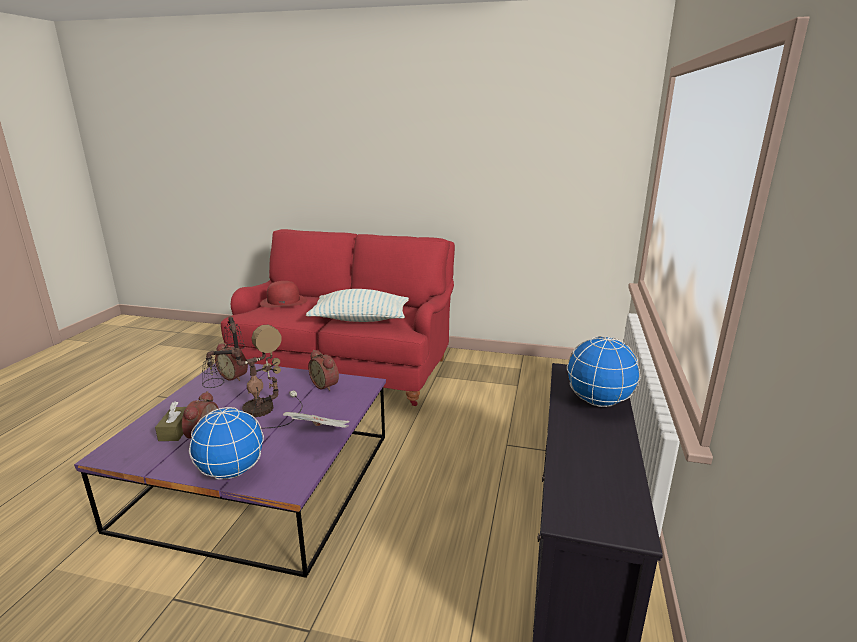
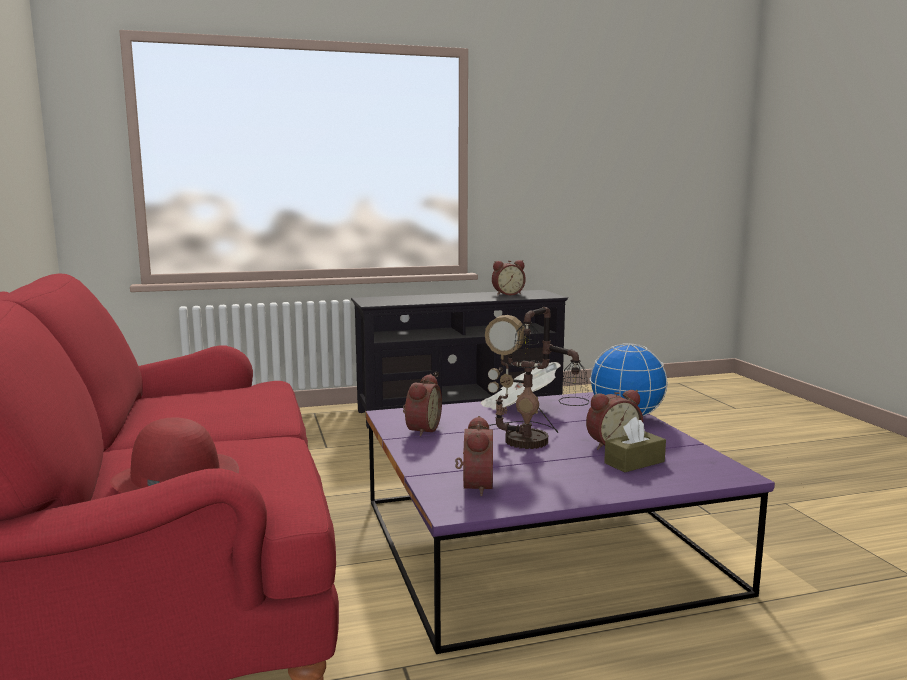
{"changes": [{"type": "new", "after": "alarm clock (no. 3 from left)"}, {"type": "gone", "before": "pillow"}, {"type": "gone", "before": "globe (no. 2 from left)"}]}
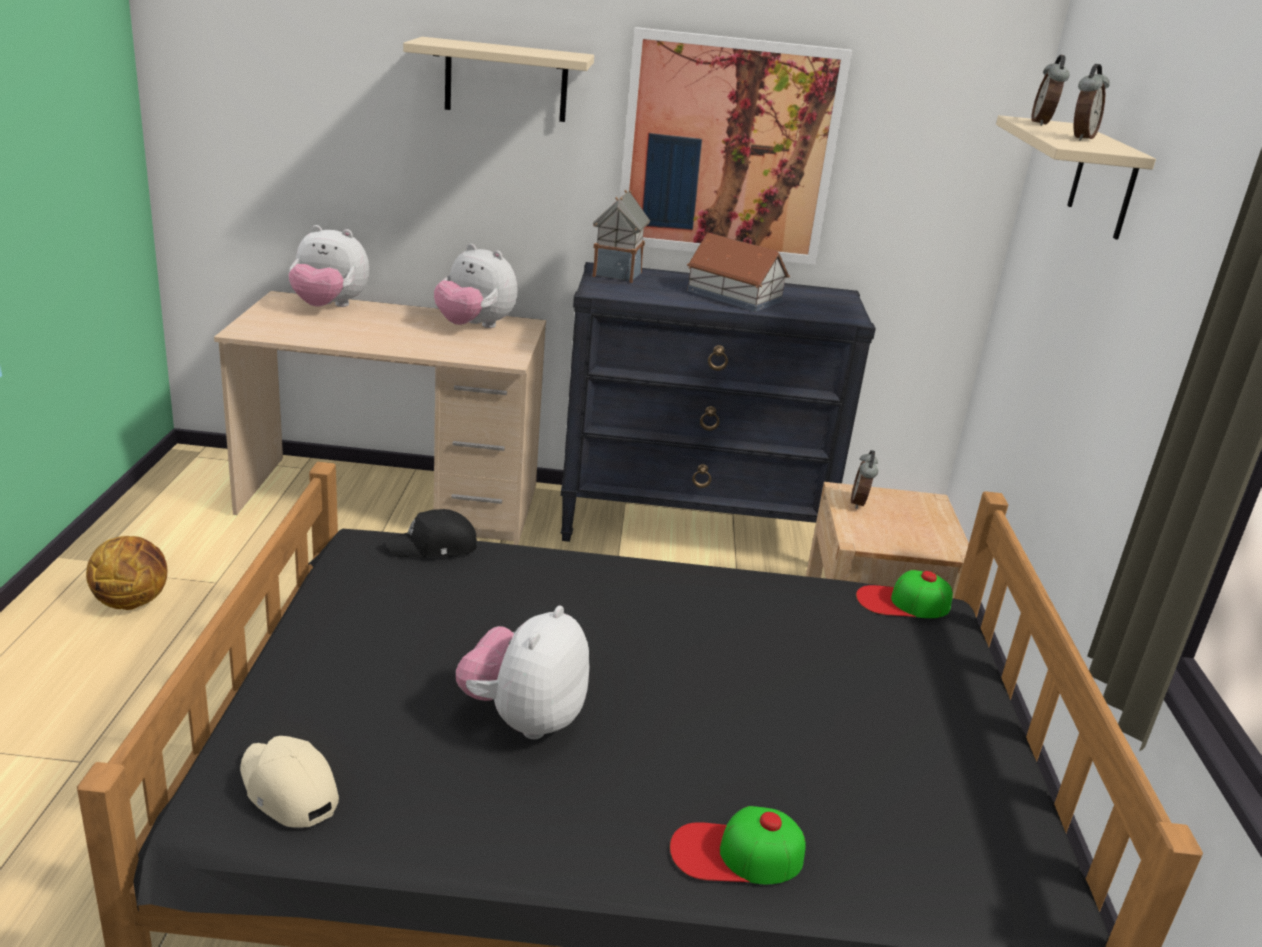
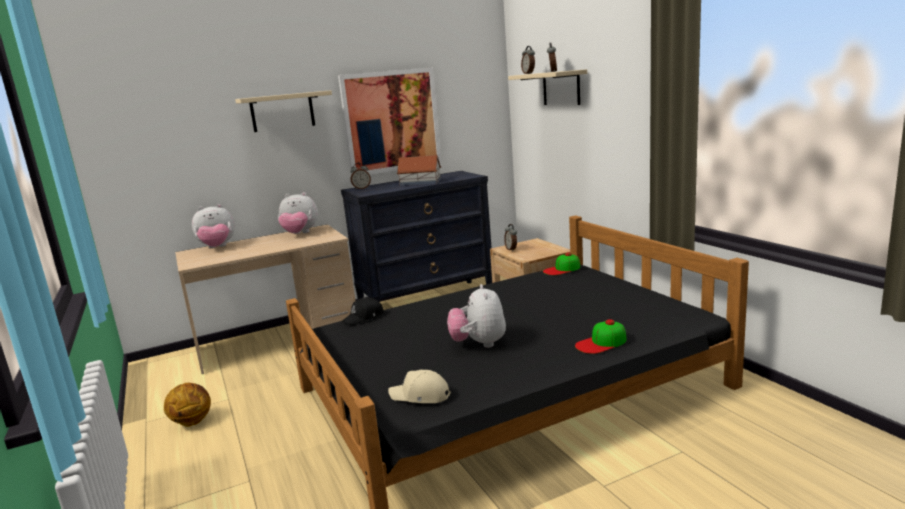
{"changes": [{"type": "swapped", "before": "toy house (no. 1 from left)", "after": "alarm clock (no. 1 from left)"}]}
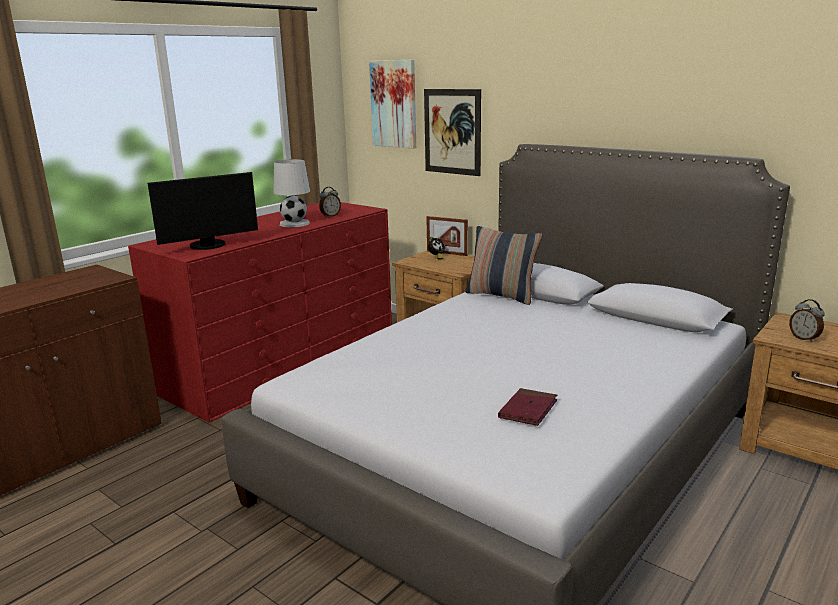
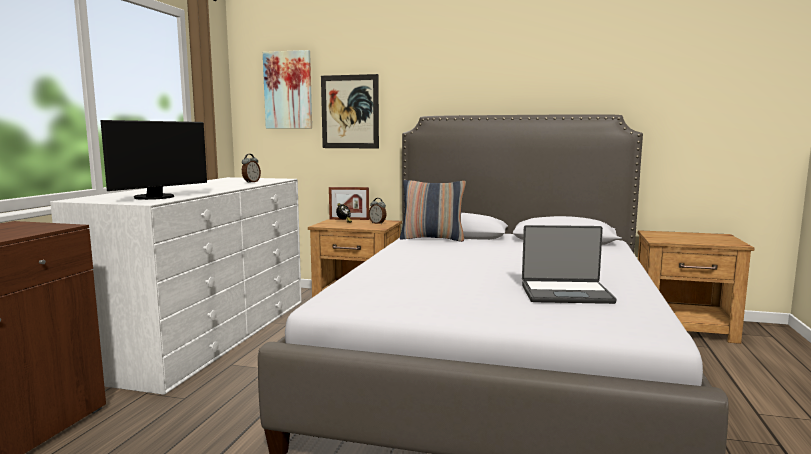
{"changes": [{"type": "repainted", "before": "dresser in red", "after": "dresser in white"}, {"type": "shifted", "before": "alarm clock (no. 3 from left)"}, {"type": "swapped", "before": "book in red", "after": "laptop"}, {"type": "gone", "before": "table lamp in white"}]}
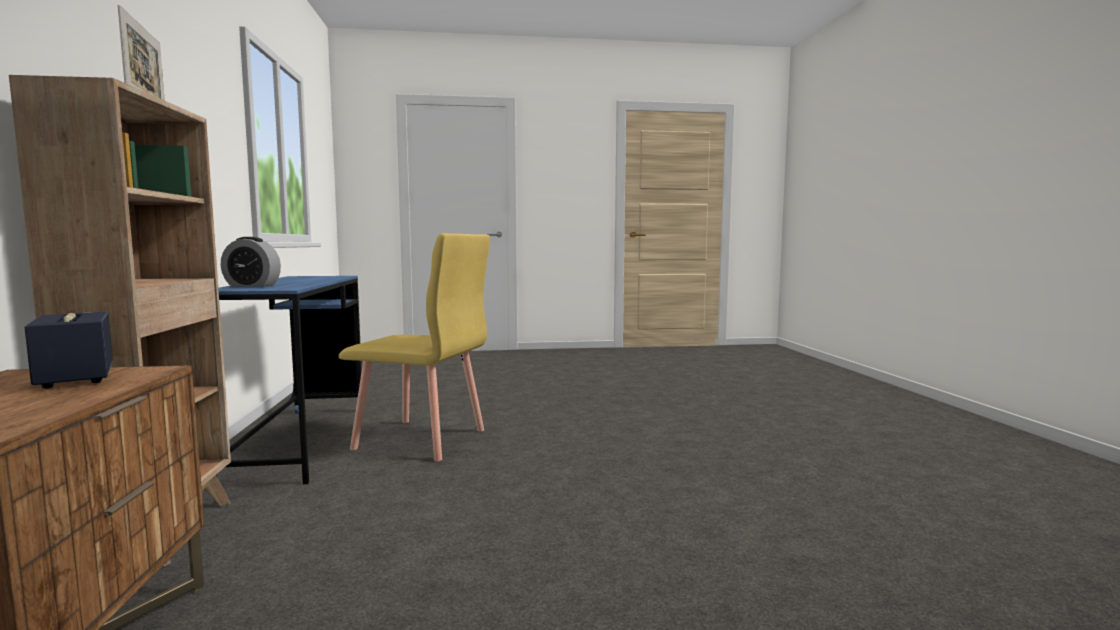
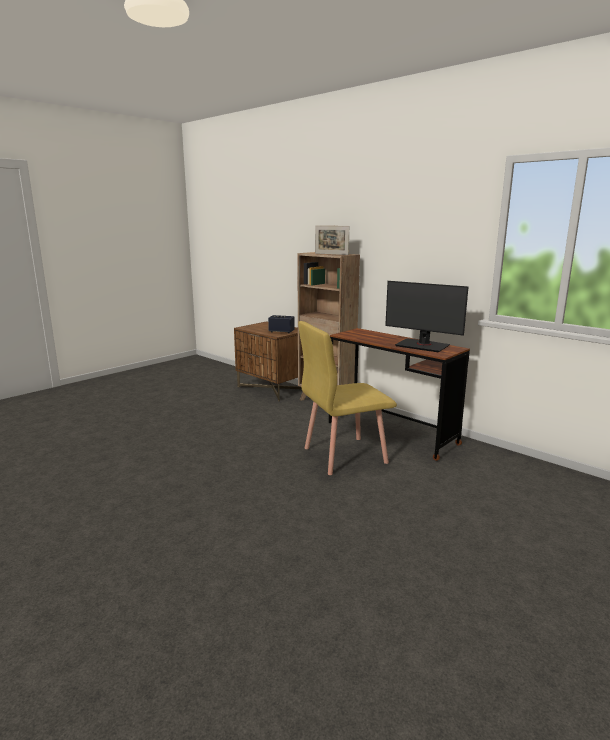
{"changes": [{"type": "repainted", "before": "desk in blue", "after": "desk in brown"}, {"type": "new", "after": "monitor"}, {"type": "gone", "before": "alarm clock"}]}
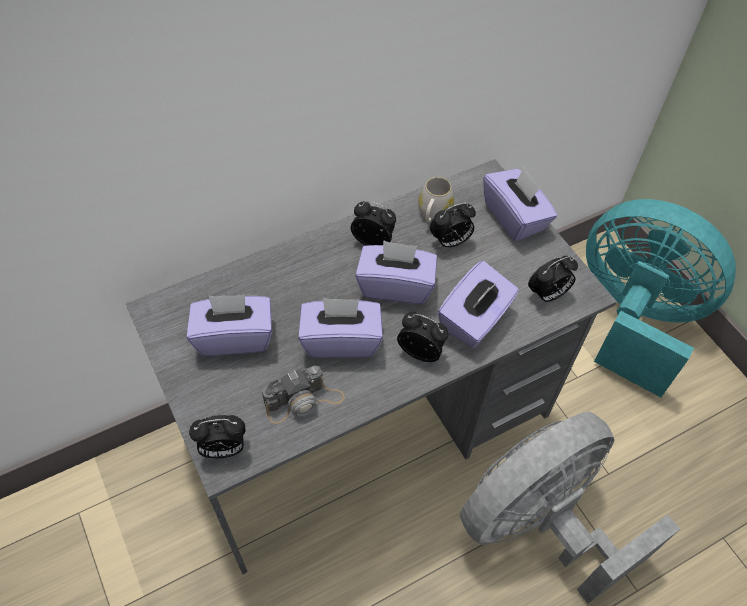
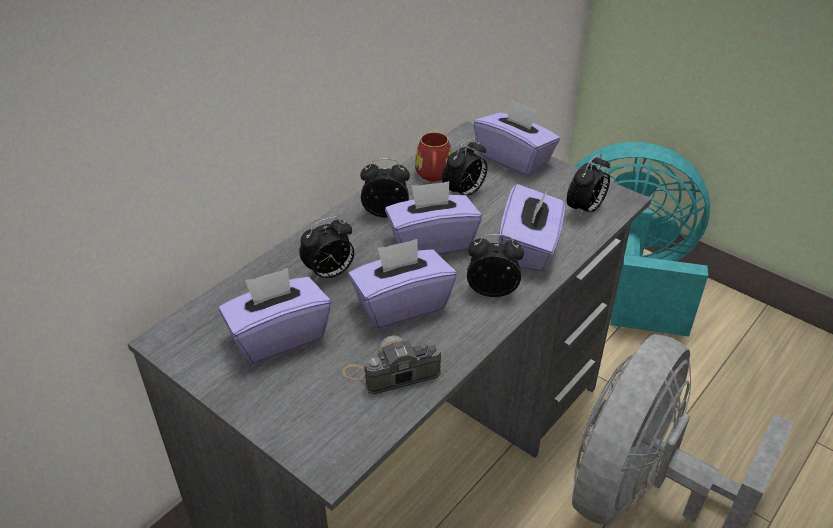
{"changes": [{"type": "shifted", "before": "alarm clock (no. 1 from left)"}, {"type": "rotated", "before": "photo camera", "turn": -150}, {"type": "repainted", "before": "mug in white", "after": "mug in red"}]}
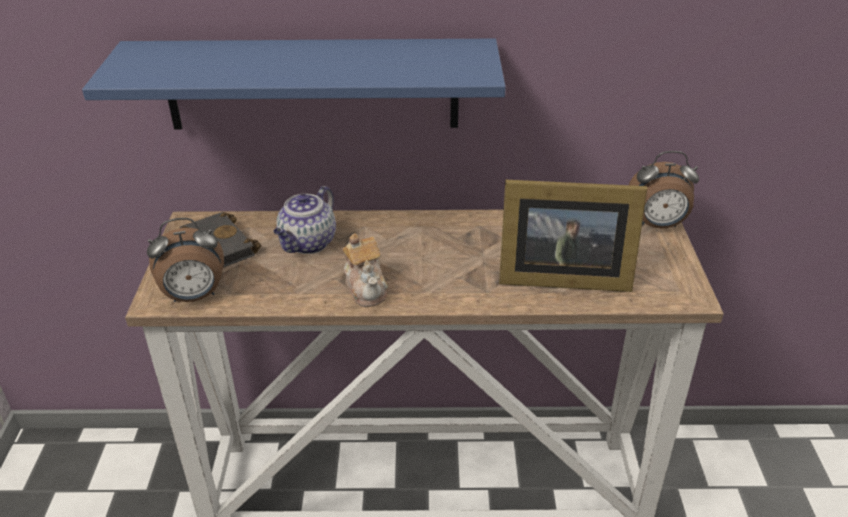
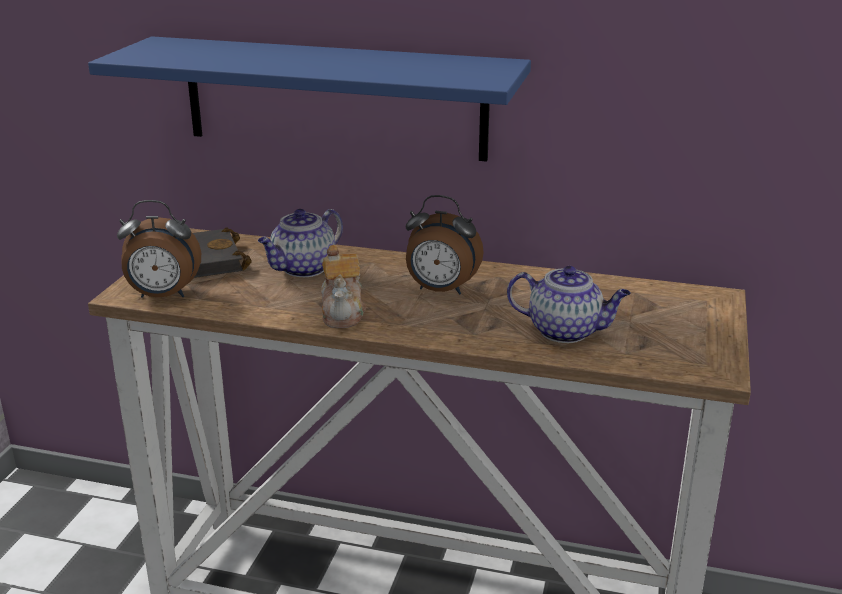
{"changes": [{"type": "shifted", "before": "alarm clock (no. 2 from left)"}, {"type": "swapped", "before": "picture frame", "after": "teapot (no. 3 from left)"}]}
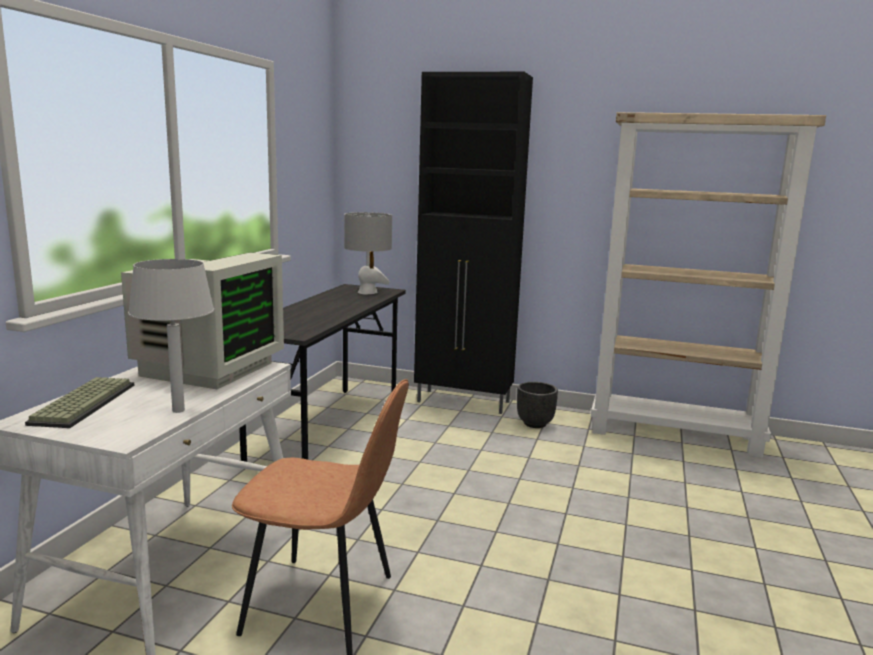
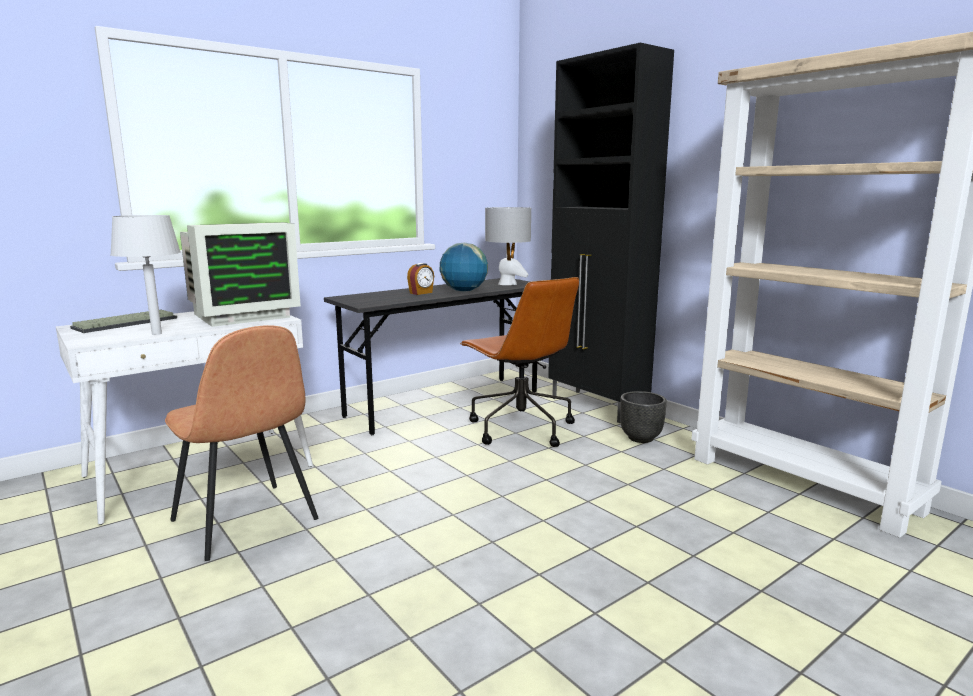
{"changes": [{"type": "new", "after": "alarm clock"}, {"type": "new", "after": "globe"}, {"type": "new", "after": "office chair in brown"}]}
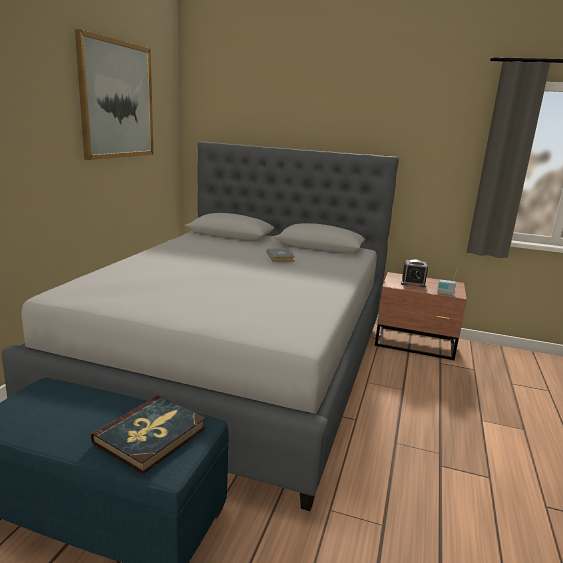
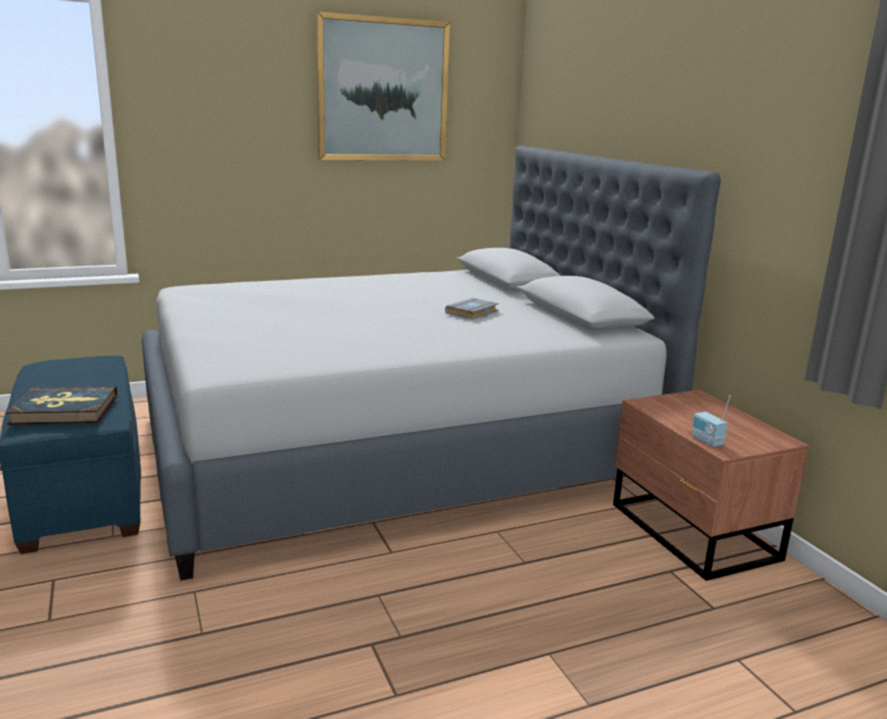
{"changes": [{"type": "gone", "before": "alarm clock"}]}
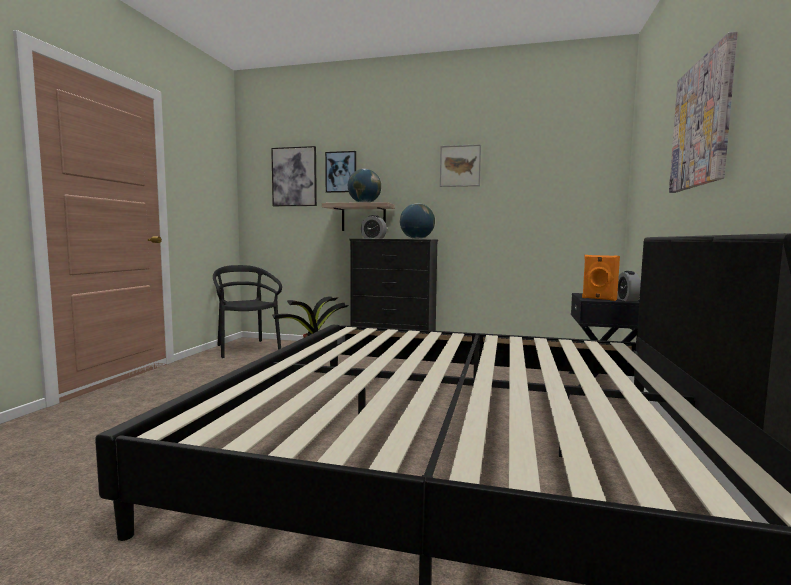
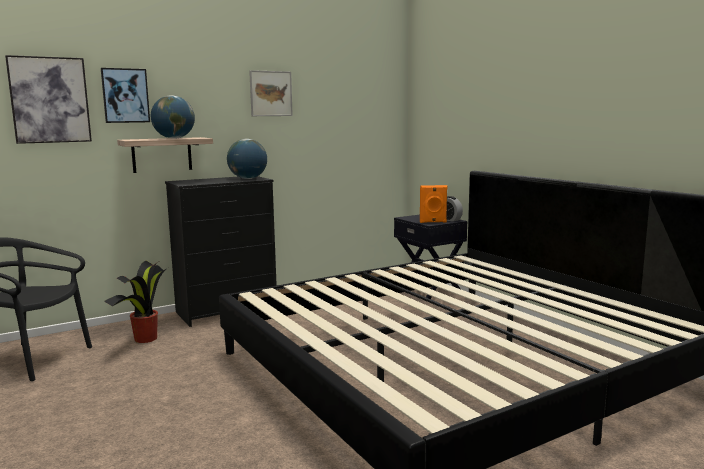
{"changes": [{"type": "gone", "before": "alarm clock (no. 1 from left)"}, {"type": "gone", "before": "picture (no. 4 from left)"}]}
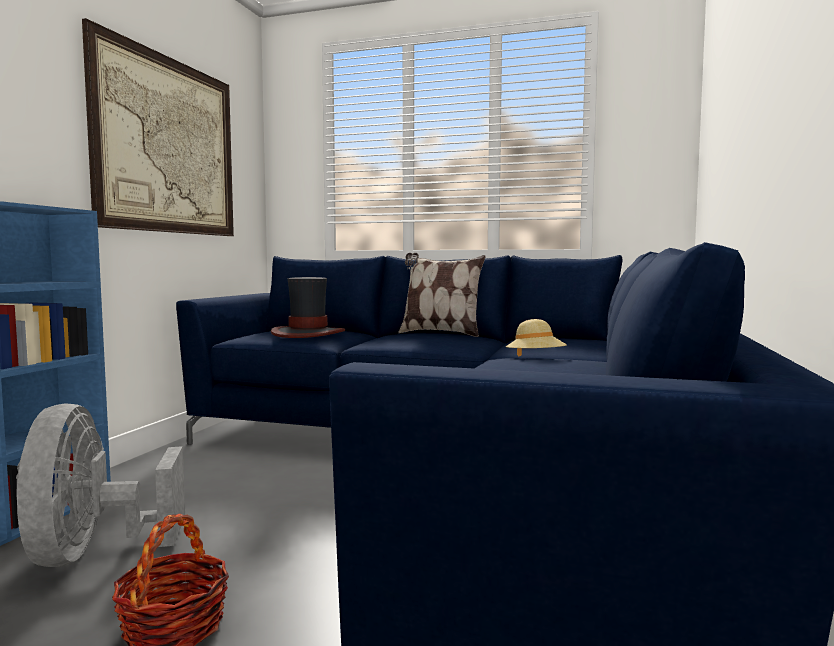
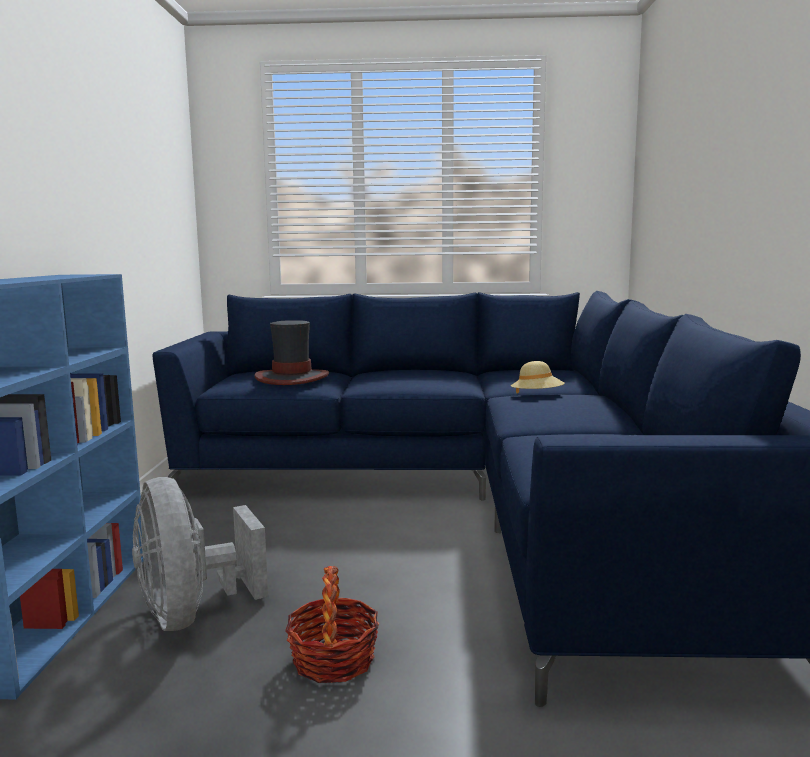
{"changes": [{"type": "gone", "before": "picture"}, {"type": "gone", "before": "pillow"}]}
